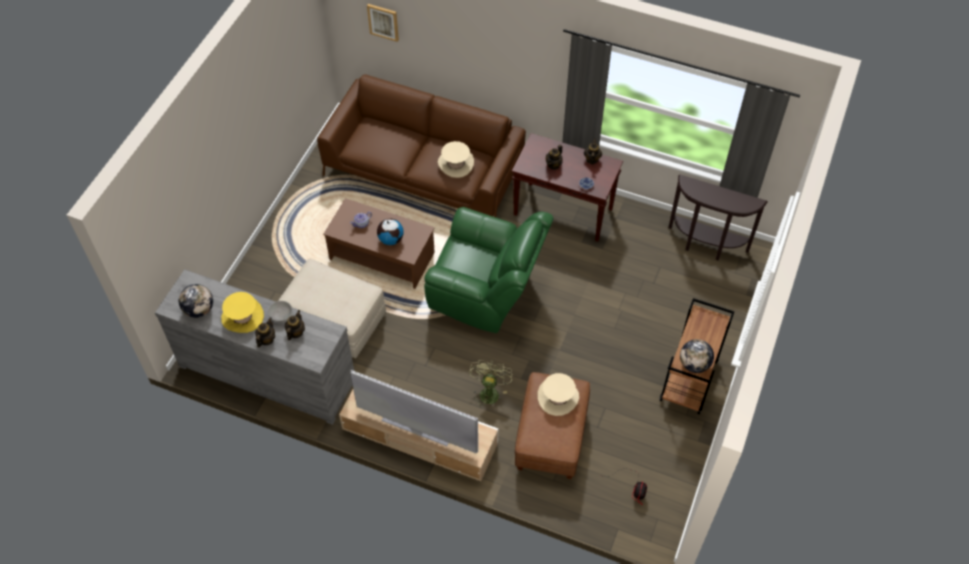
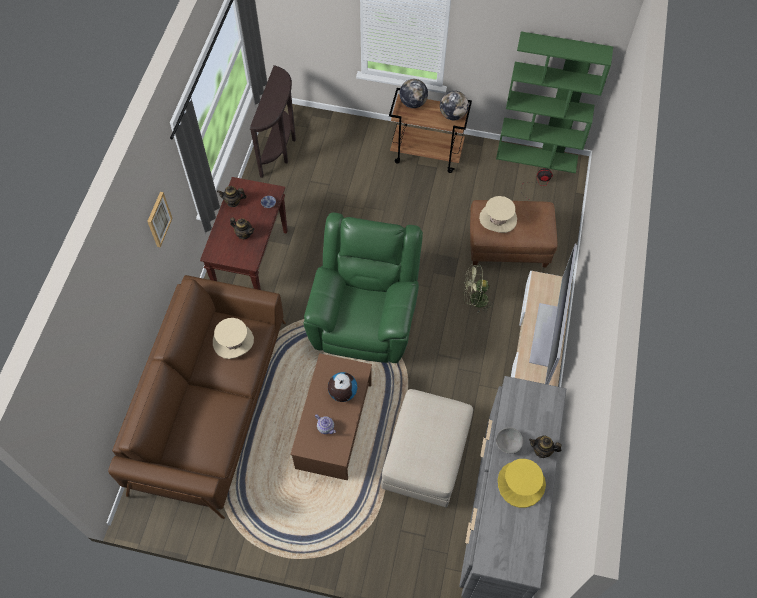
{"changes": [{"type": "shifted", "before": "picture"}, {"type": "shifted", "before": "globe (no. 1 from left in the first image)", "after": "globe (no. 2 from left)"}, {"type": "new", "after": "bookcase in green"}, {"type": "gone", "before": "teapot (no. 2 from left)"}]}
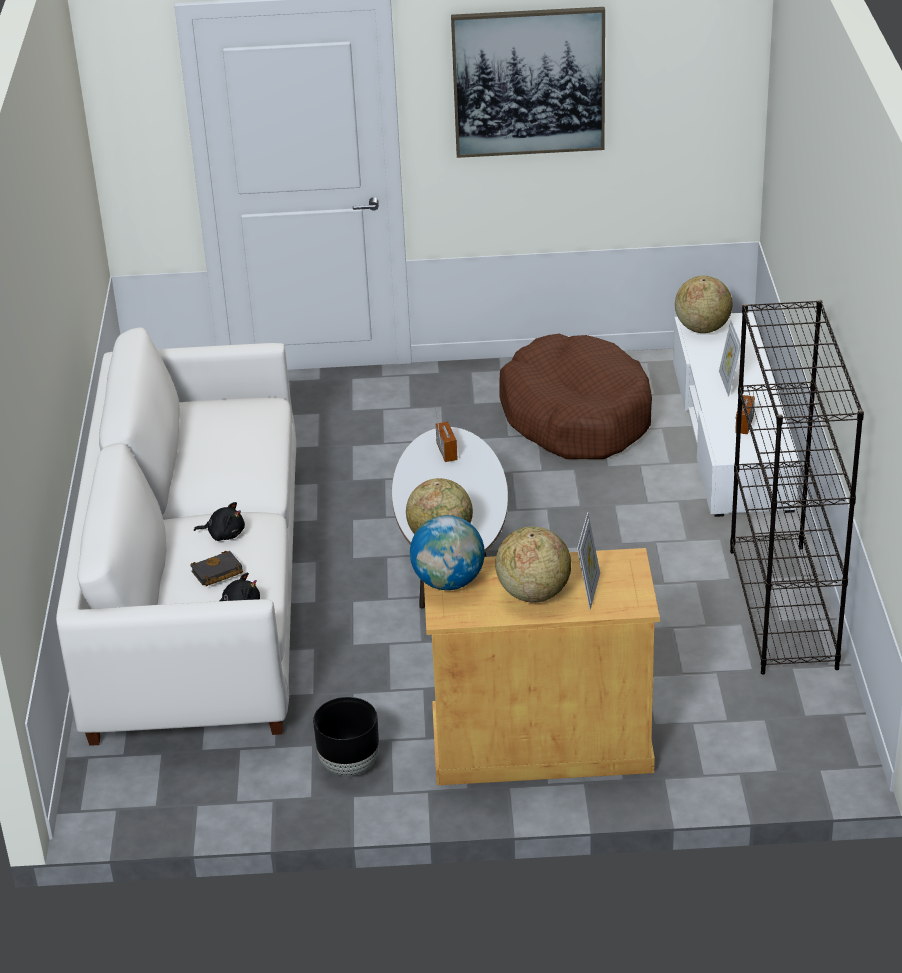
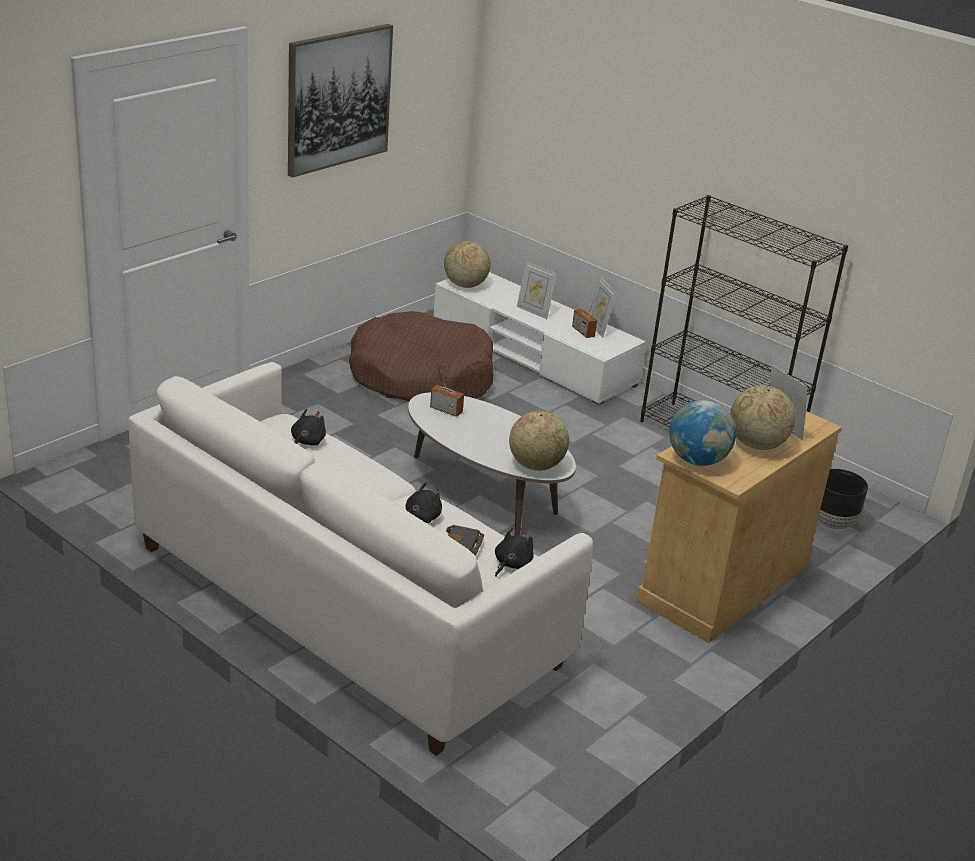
{"changes": [{"type": "new", "after": "plush toy in black (no. 1 from left)"}, {"type": "new", "after": "picture frame (no. 2 from left)"}, {"type": "shifted", "before": "planter in black"}]}
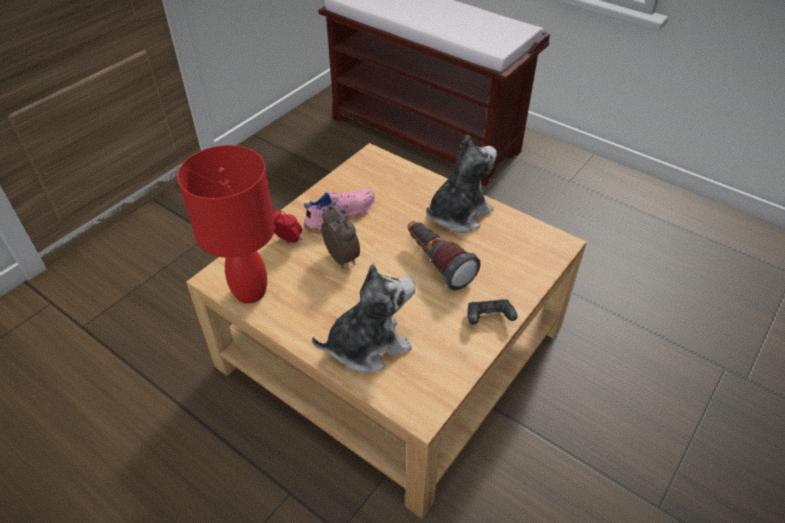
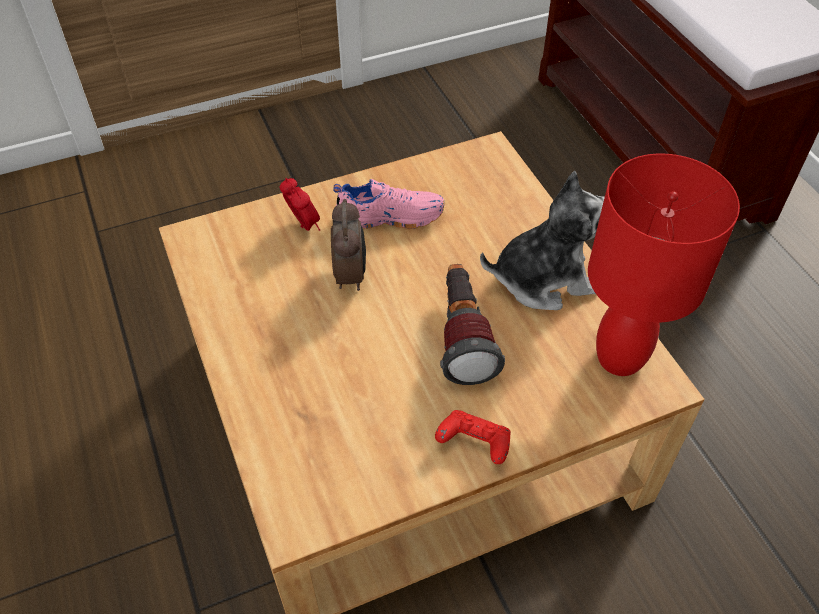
{"changes": [{"type": "repainted", "before": "game controller in black", "after": "game controller in red"}, {"type": "shifted", "before": "table lamp in red"}, {"type": "gone", "before": "plush toy (no. 1 from left)"}]}
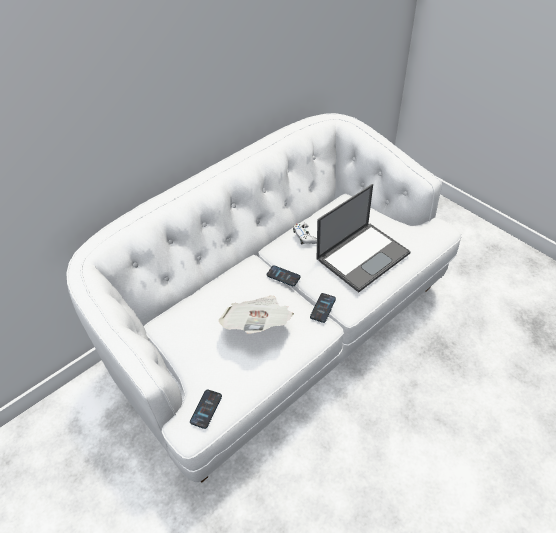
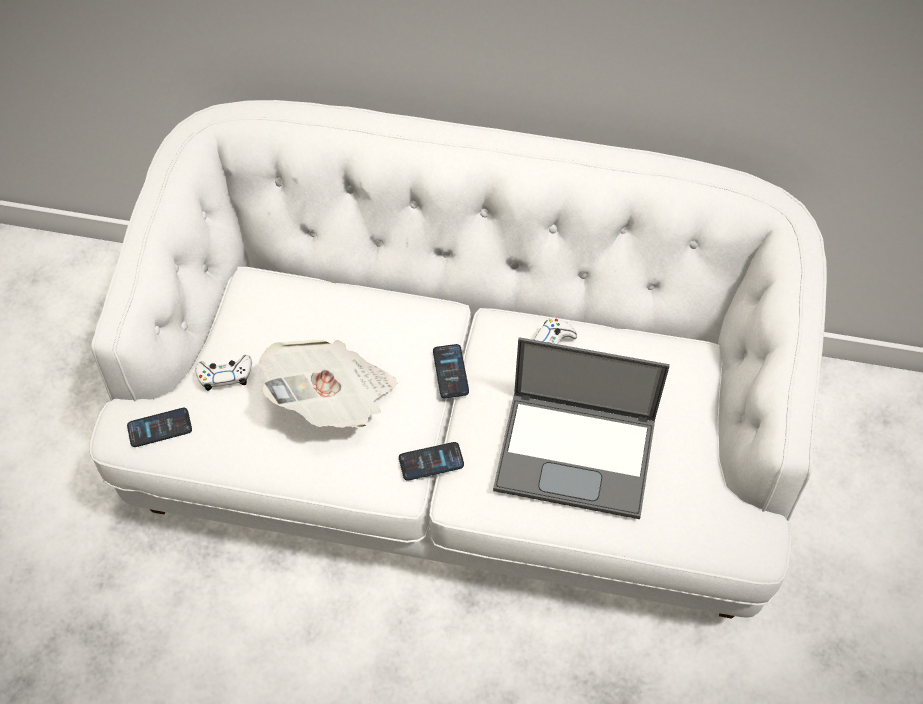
{"changes": [{"type": "new", "after": "game controller in white (no. 1 from left)"}]}
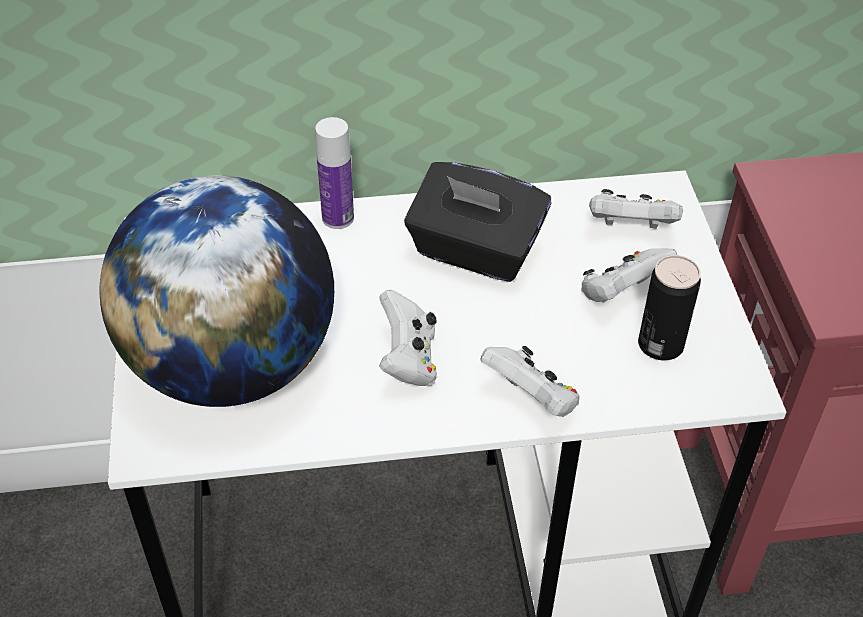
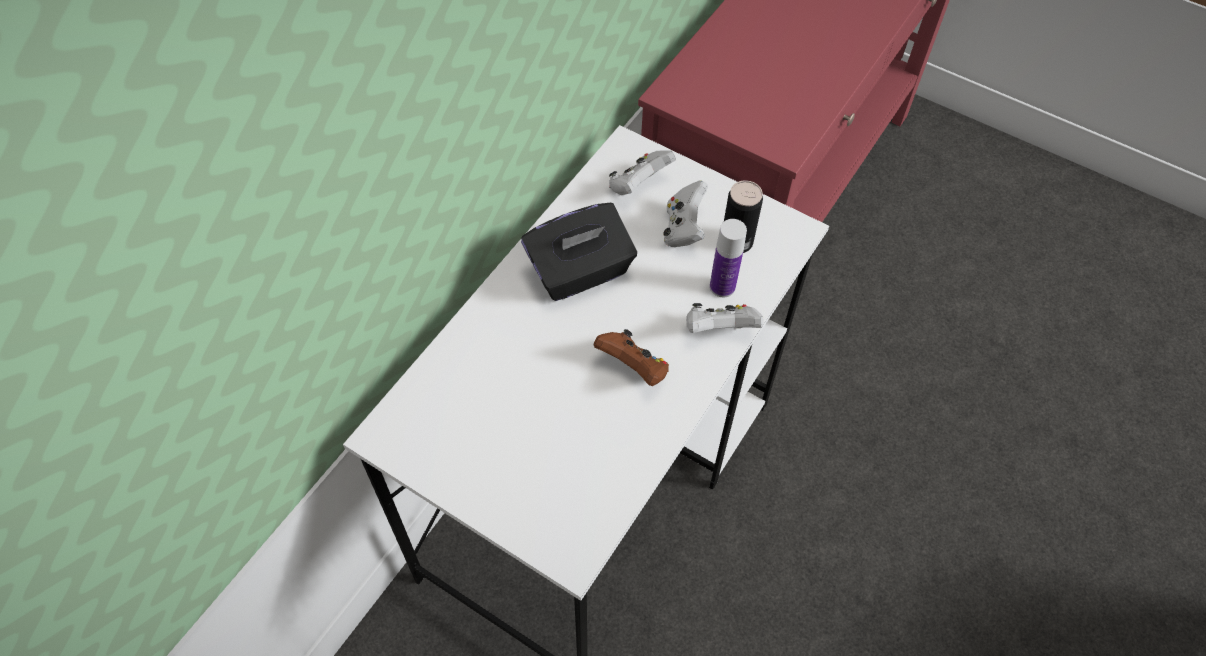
{"changes": [{"type": "repainted", "before": "game controller in white (no. 1 from left)", "after": "game controller in brown"}, {"type": "shifted", "before": "bottle"}, {"type": "gone", "before": "globe"}]}
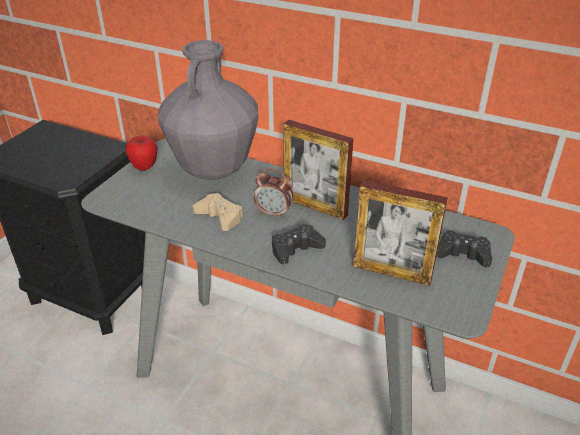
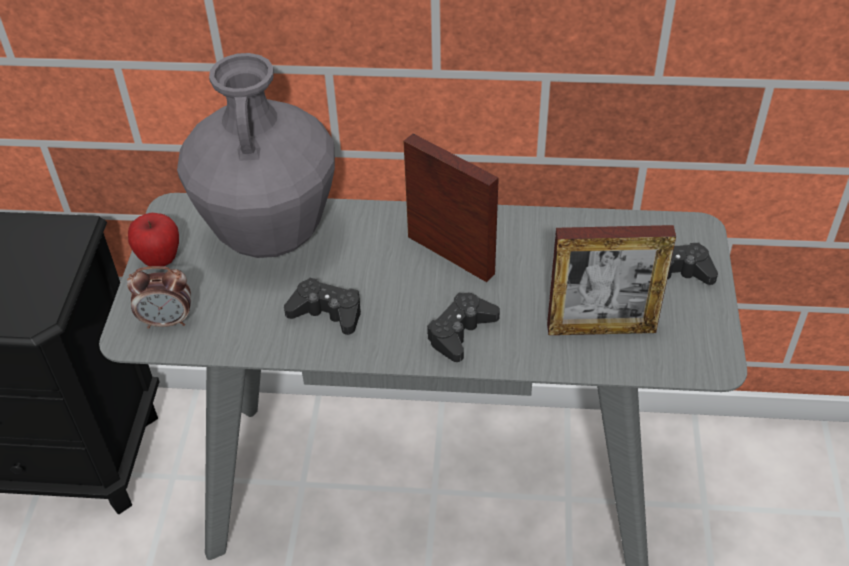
{"changes": [{"type": "shifted", "before": "alarm clock"}, {"type": "repainted", "before": "game controller in beige", "after": "game controller in black (no. 1 from left)"}, {"type": "rotated", "before": "picture frame (no. 1 from left)", "turn": -150}]}
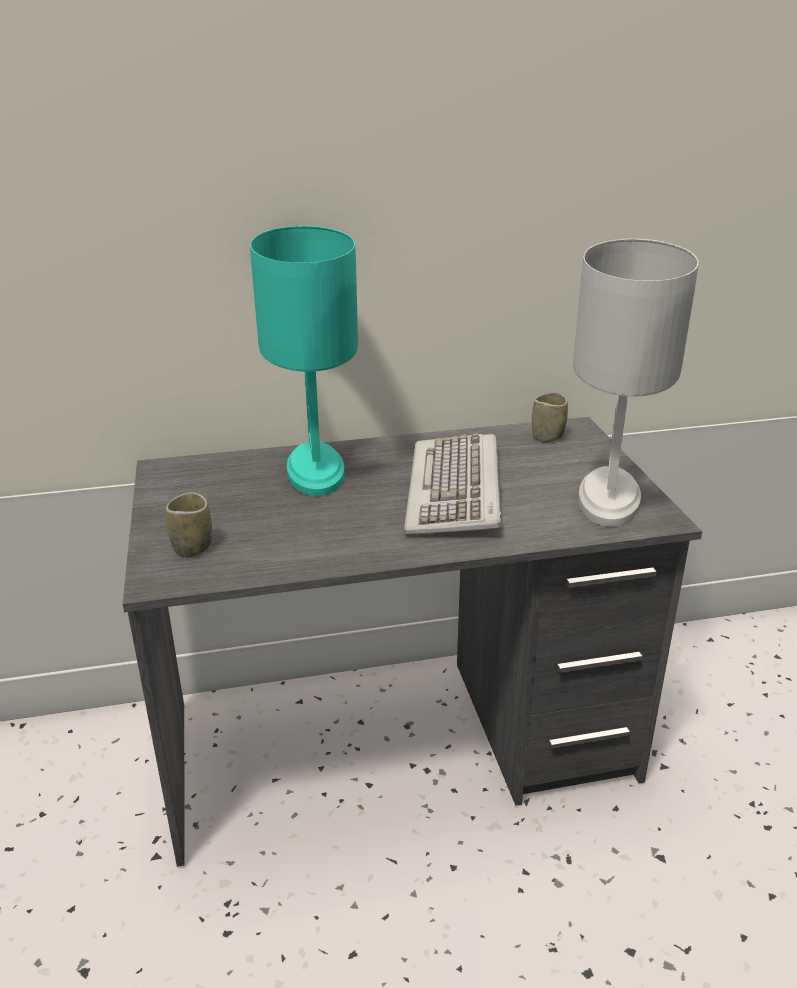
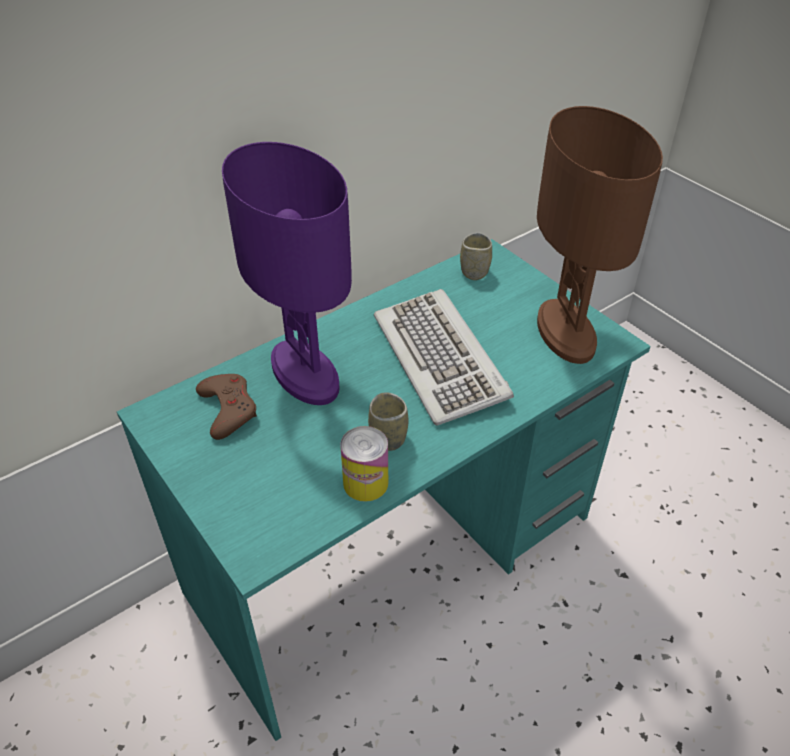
{"changes": [{"type": "repainted", "before": "desk in grey", "after": "desk in turquoise"}, {"type": "new", "after": "game controller in brown"}, {"type": "repainted", "before": "table lamp in turquoise", "after": "table lamp in purple"}, {"type": "new", "after": "can"}, {"type": "shifted", "before": "cup (no. 1 from left)"}, {"type": "repainted", "before": "table lamp in white", "after": "table lamp in brown"}]}
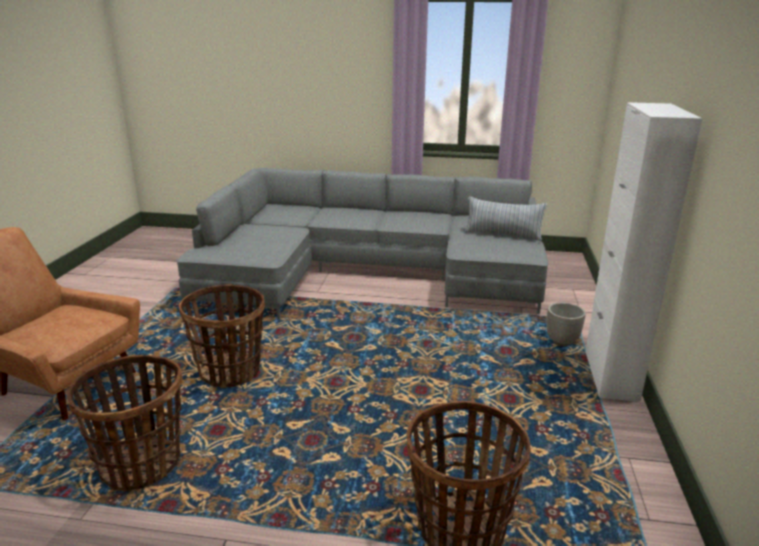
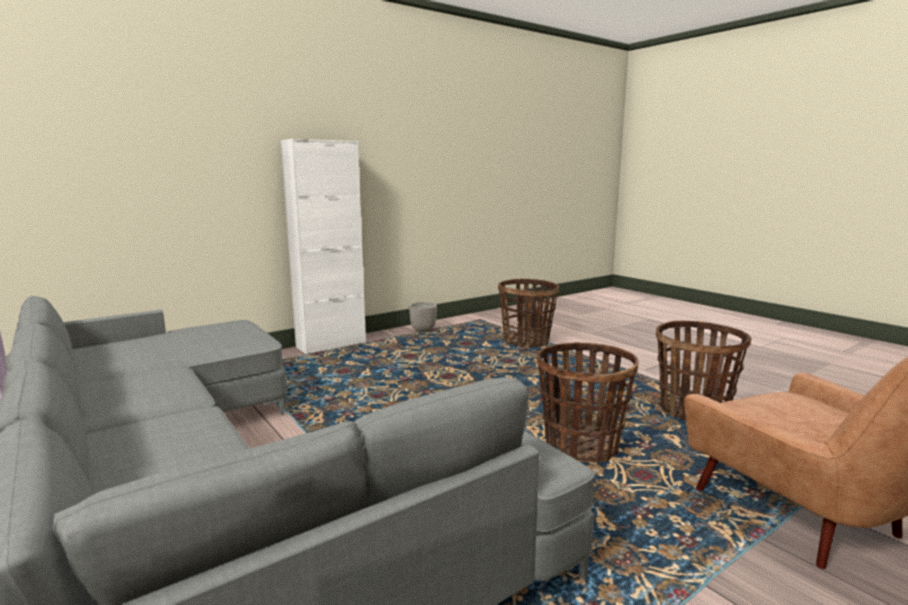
{"changes": [{"type": "shifted", "before": "planter"}, {"type": "gone", "before": "pillow"}]}
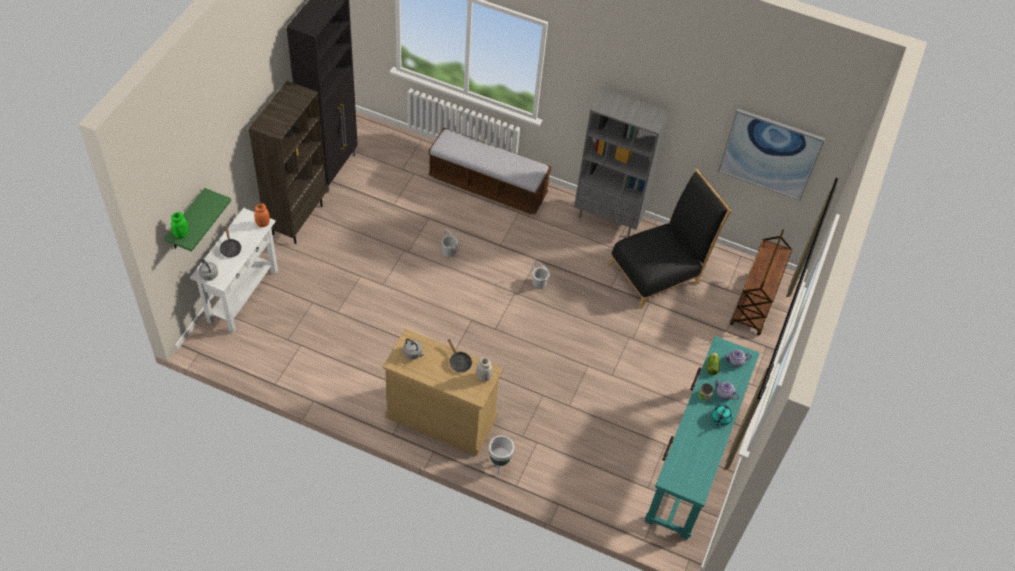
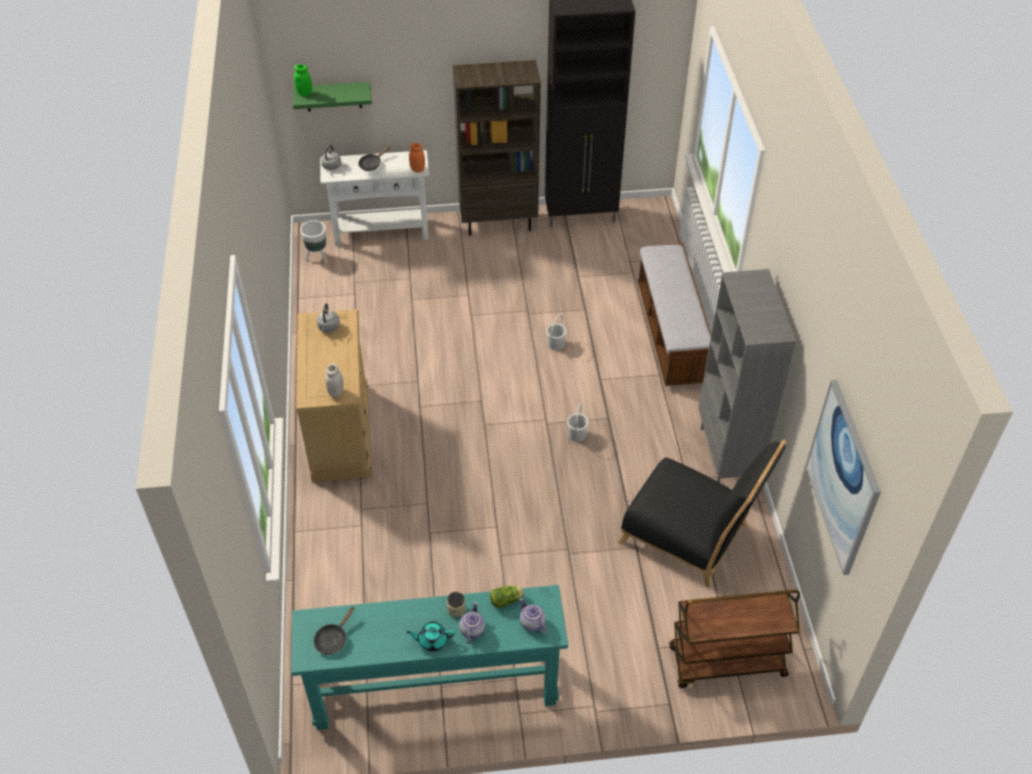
{"changes": [{"type": "shifted", "before": "planter in white"}, {"type": "shifted", "before": "frying pan in black (no. 2 from left in the first image)", "after": "frying pan in black (no. 1 from left)"}]}
